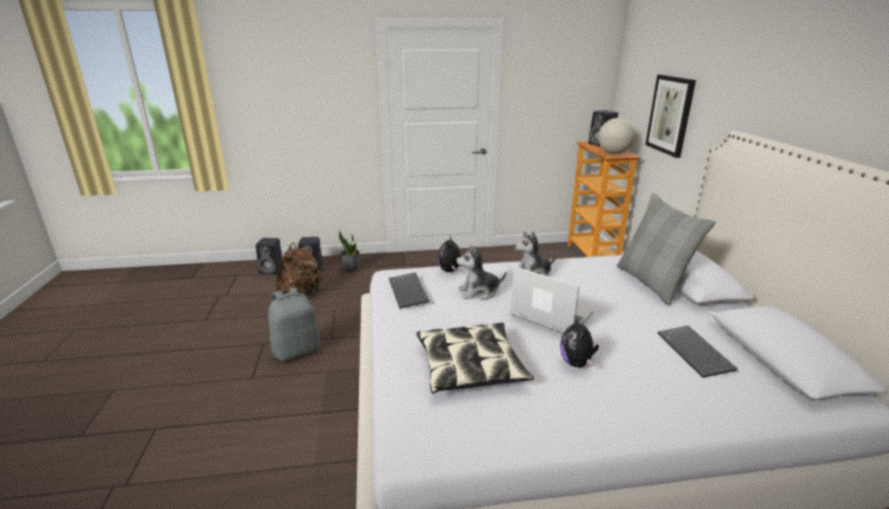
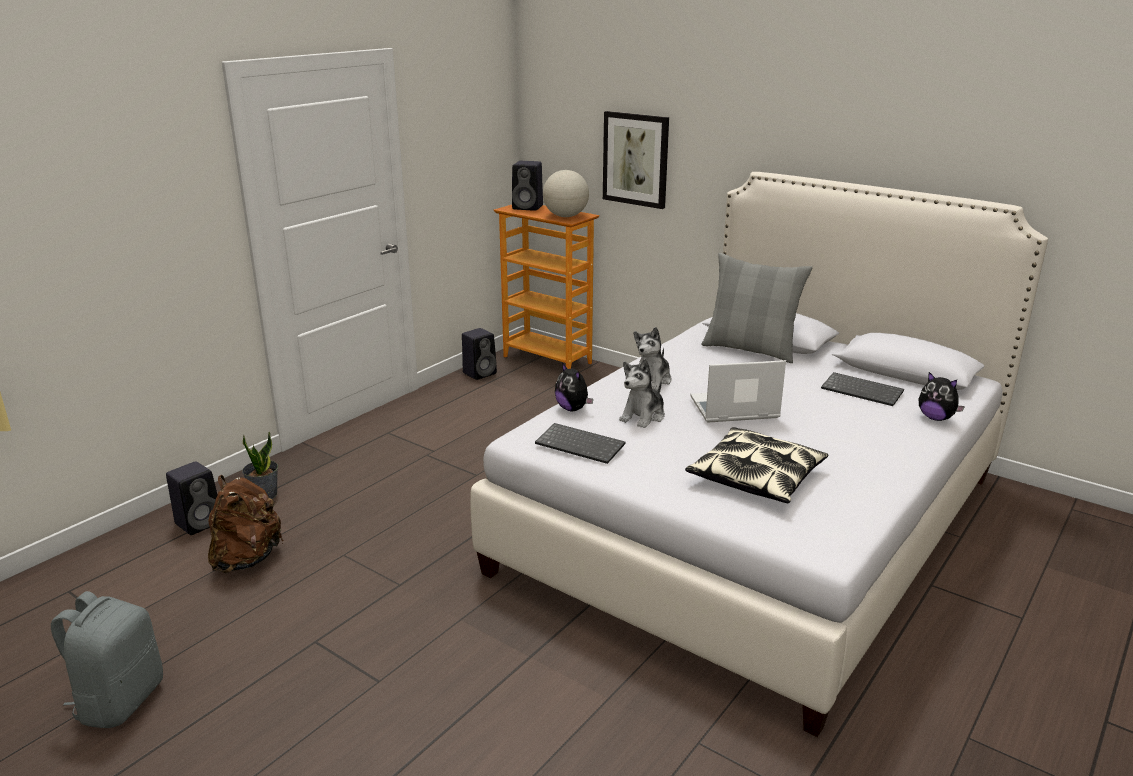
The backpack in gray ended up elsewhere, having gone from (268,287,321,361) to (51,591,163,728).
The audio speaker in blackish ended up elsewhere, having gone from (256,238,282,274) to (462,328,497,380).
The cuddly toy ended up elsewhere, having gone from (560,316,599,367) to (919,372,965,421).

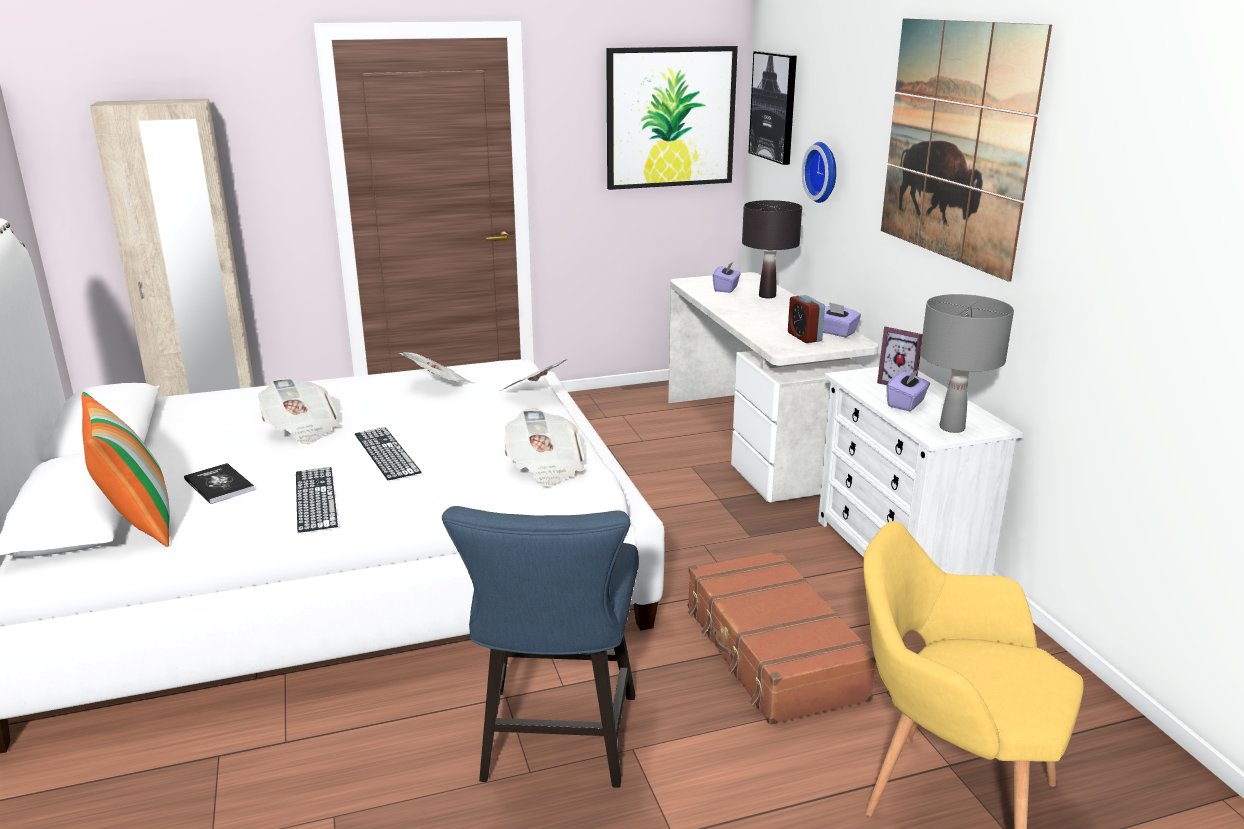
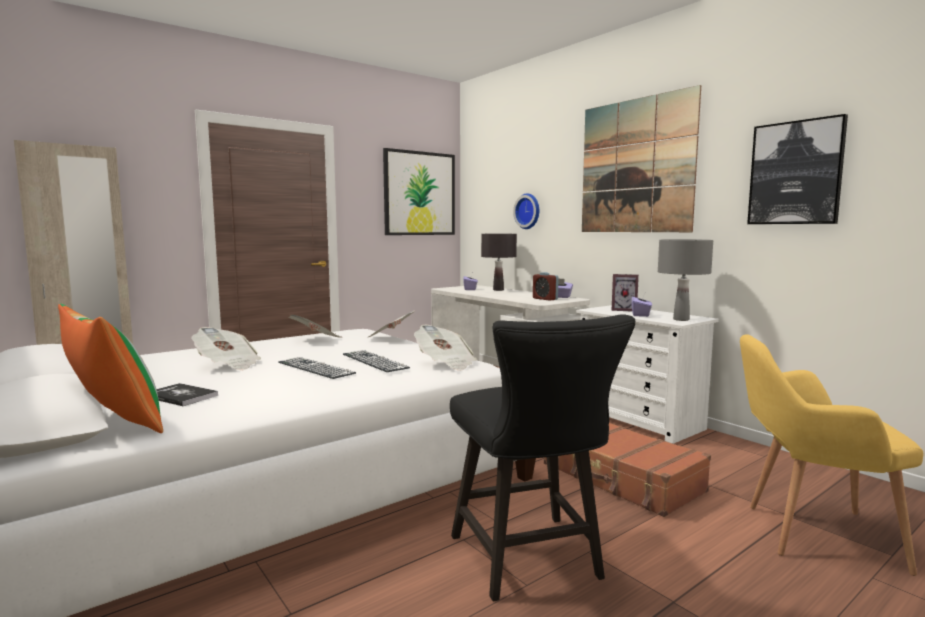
The computer keyboard ended up elsewhere, having gone from (296,467,338,533) to (343,350,410,372).
What was the chair in blue at (442,506,639,788) turned into the chair in blackish at (450,314,635,601).
The wall art ended up elsewhere, having gone from (749,51,797,165) to (747,114,848,224).

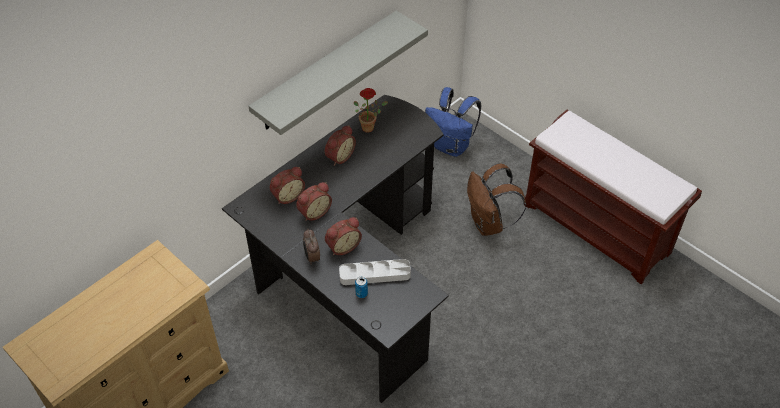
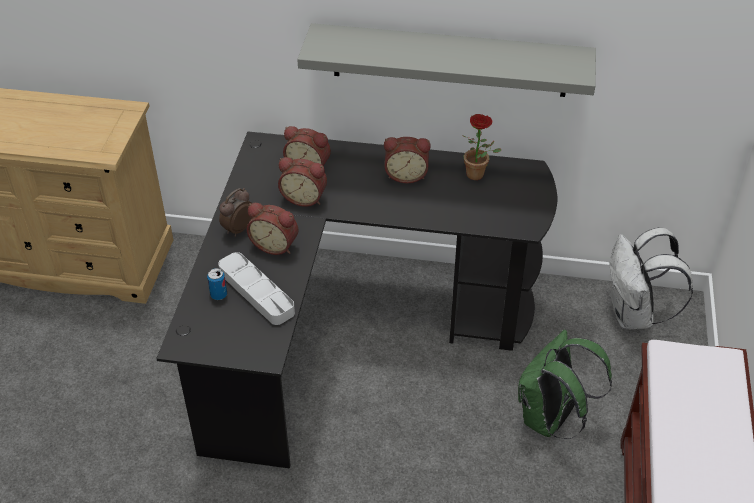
What was the backpack in brown-coloured at (467,163,526,236) turned into the backpack in green-coloured at (518,330,612,439).
What was the backpack in blue at (425,87,481,157) turned into the backpack in white at (610,228,693,329).

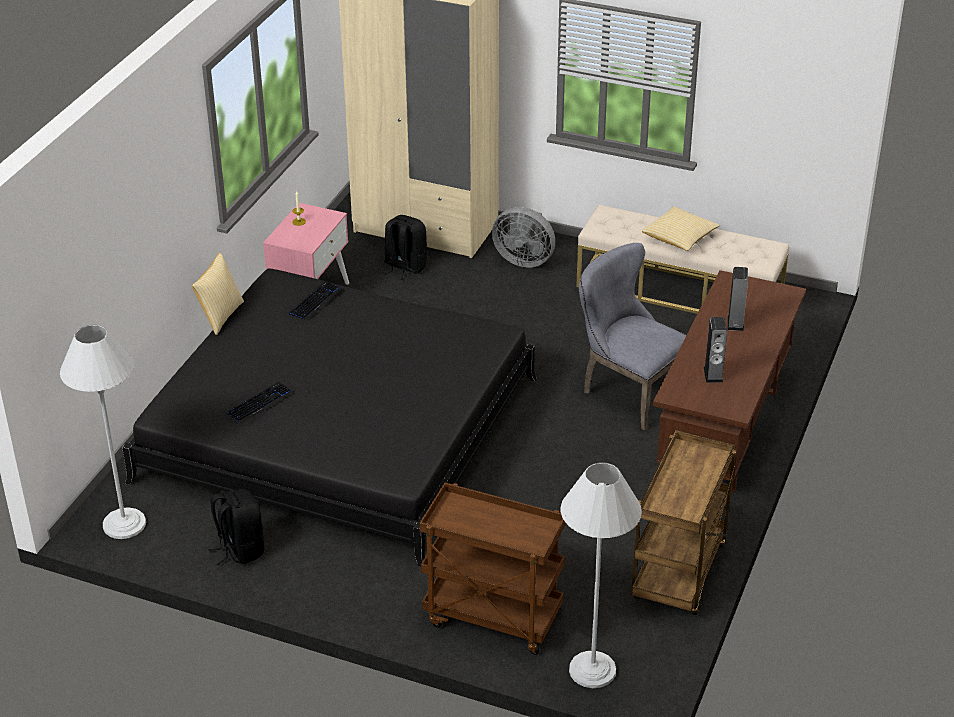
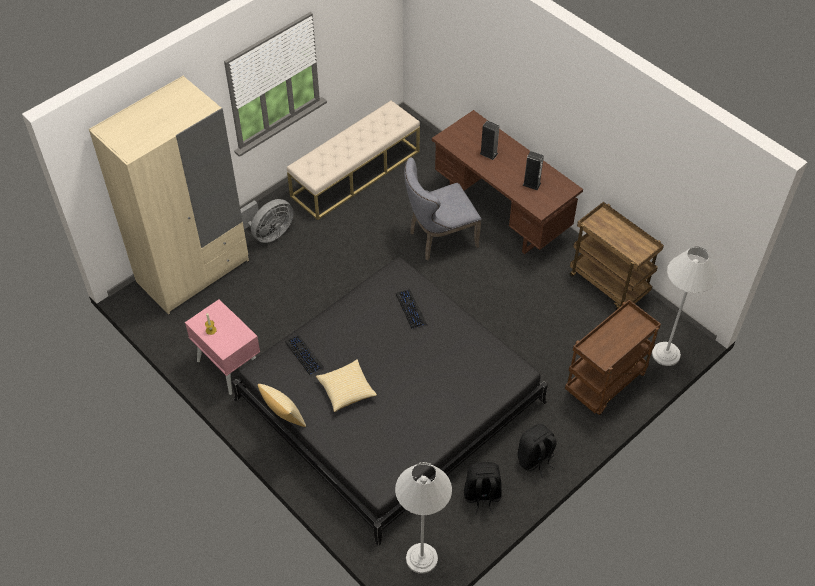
The cushion ended up elsewhere, having gone from (642,207,720,251) to (316,359,377,412).
The computer keyboard ended up elsewhere, having gone from (226,382,293,424) to (396,289,427,329).
The backpack in blackish ended up elsewhere, having gone from (384,215,428,280) to (517,424,557,478).

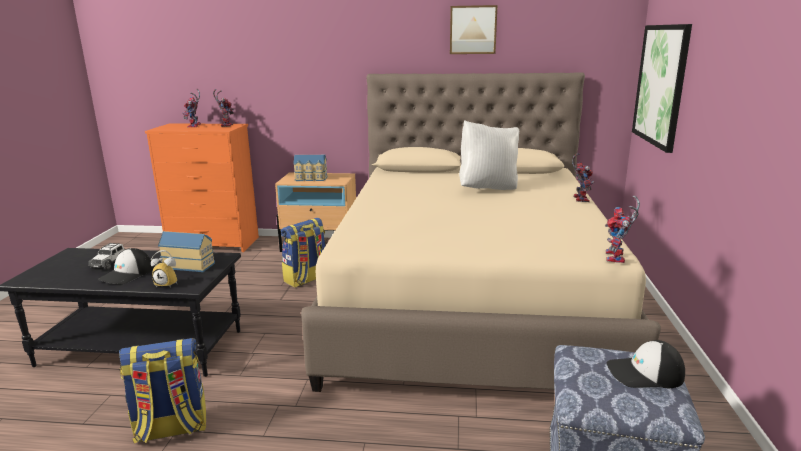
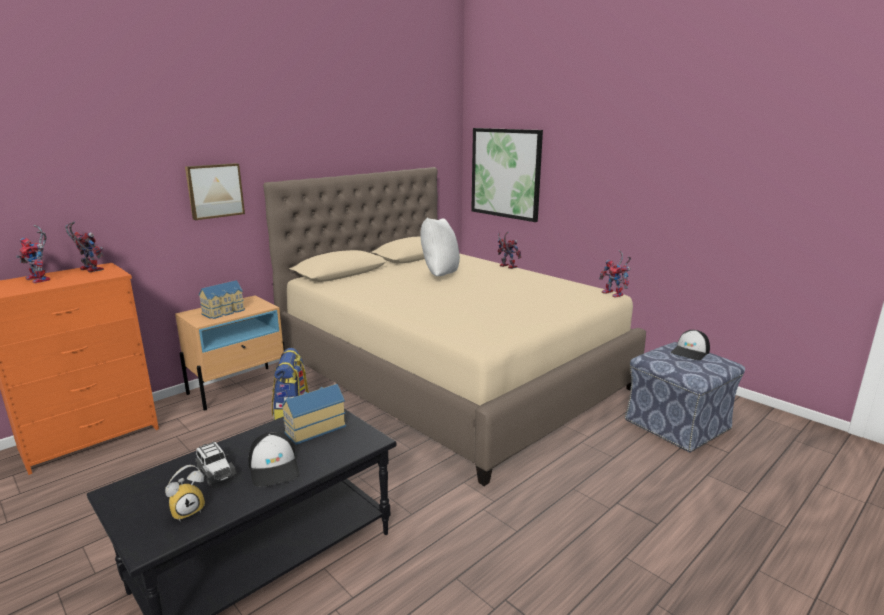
The alarm clock ended up elsewhere, having gone from (151,250,177,288) to (165,465,205,522).
The wall art ended up elsewhere, having gone from (450,5,497,54) to (185,163,245,220).
The second view lost the backpack at (119,338,206,444).

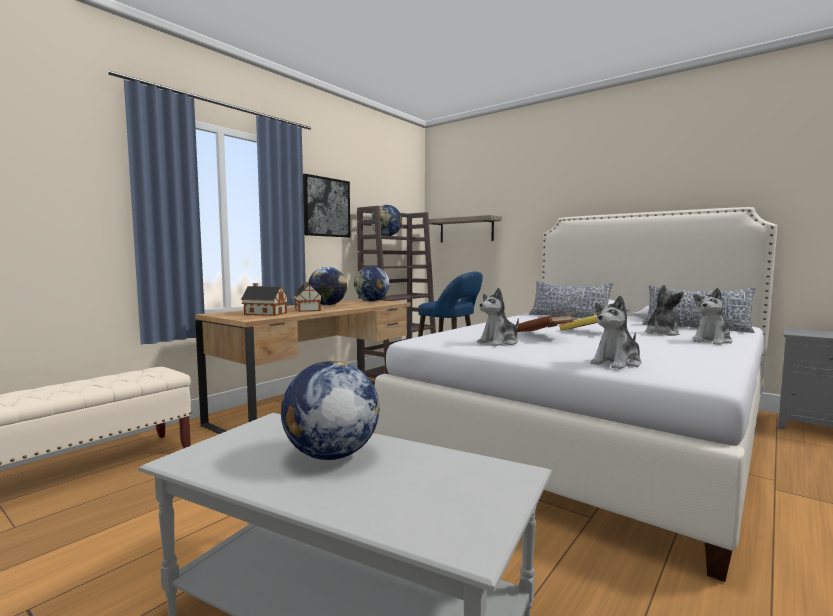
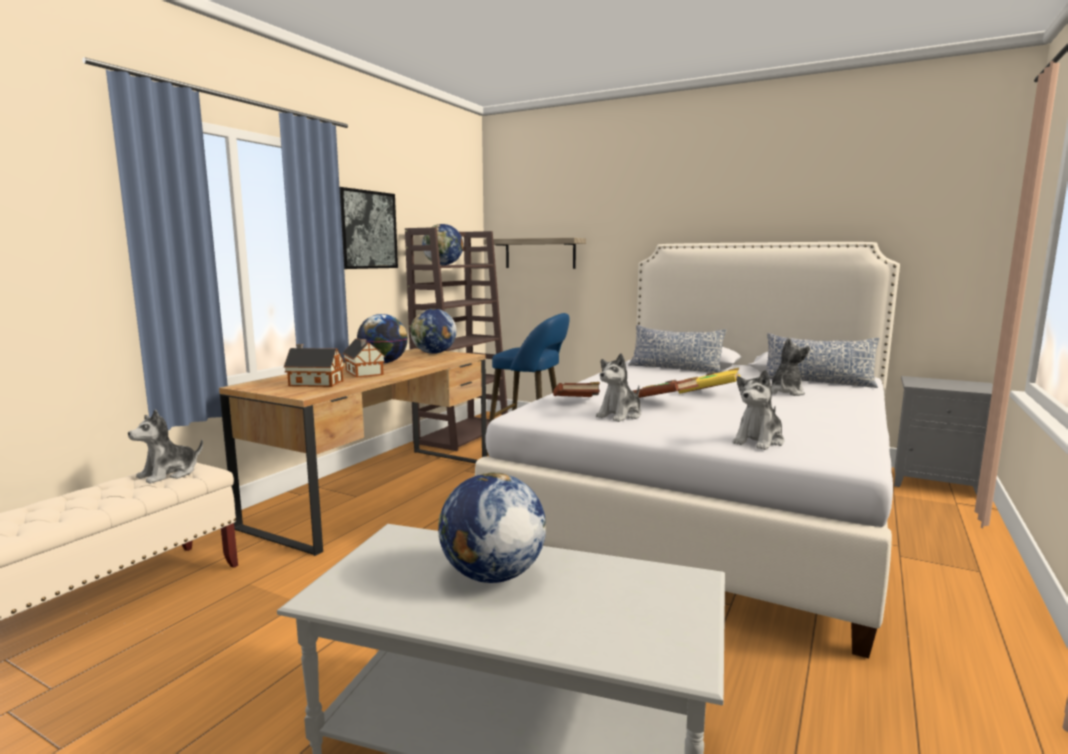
The cuddly toy ended up elsewhere, having gone from (693,288,733,345) to (128,409,203,484).
The second view gained the volume in brown-coloured at (553,382,600,397).

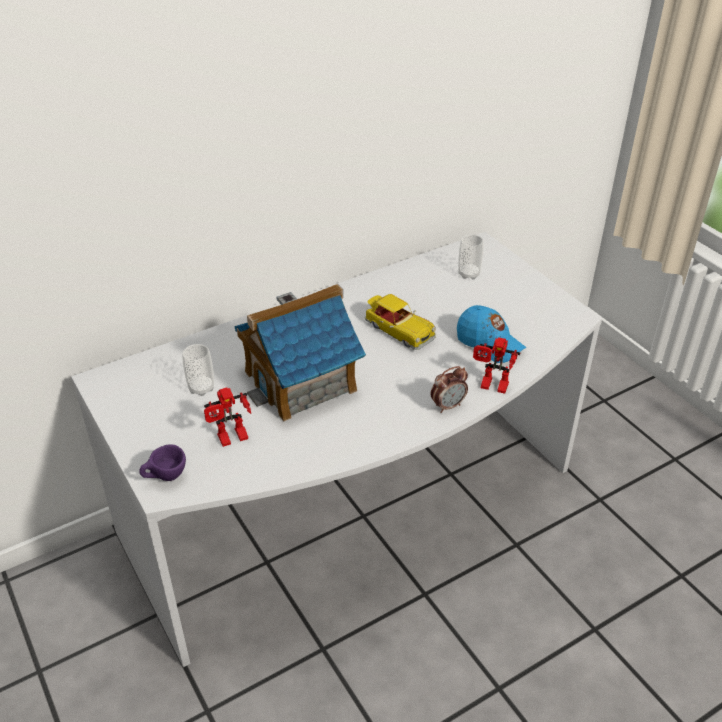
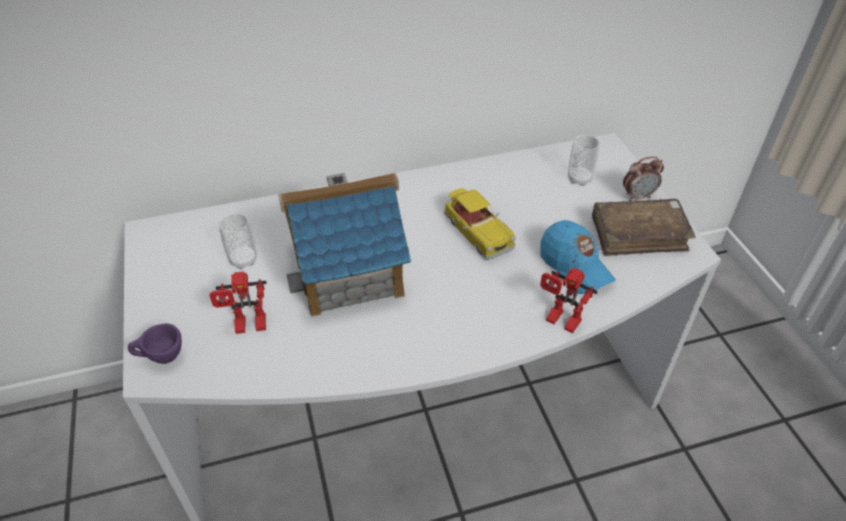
The second view gained the volume in brown-coloured at (592,199,696,256).
The alarm clock ended up elsewhere, having gone from (431,366,468,413) to (623,157,664,201).

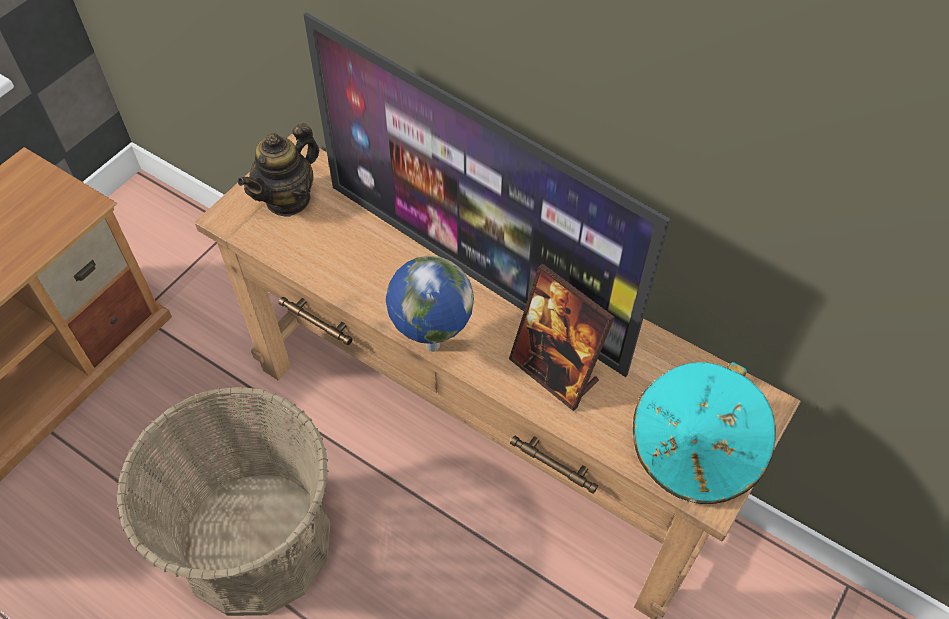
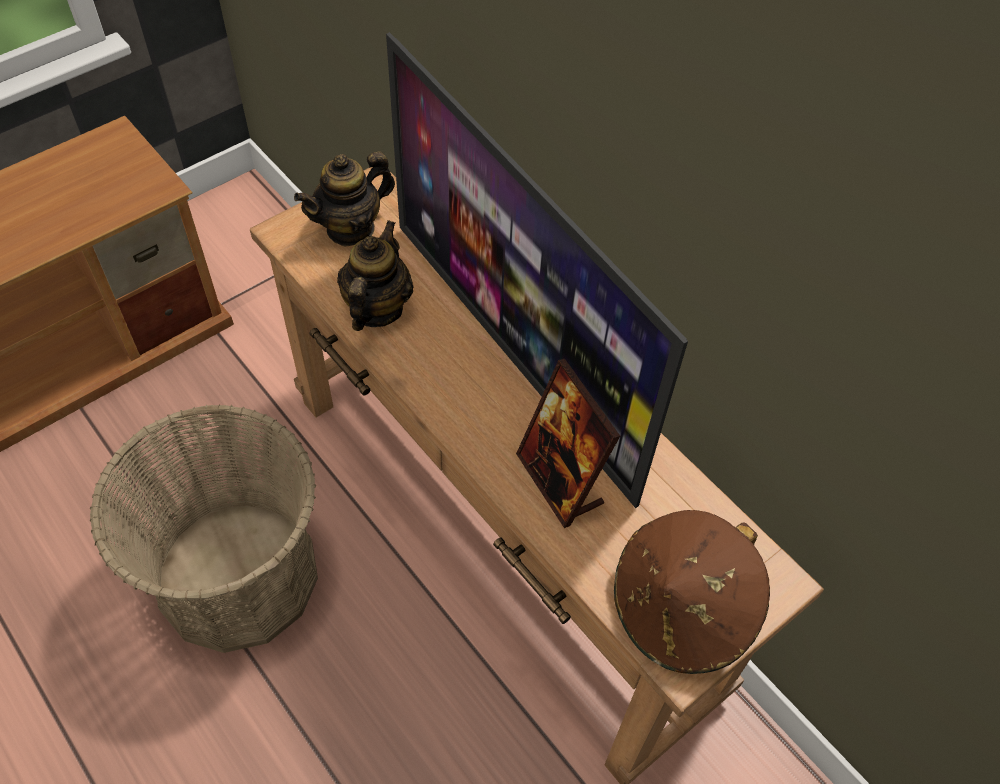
The second view gained the tea pot at (337,220,414,331).
What was the wearable hat in turquoise at (633,362,776,504) turned into the wearable hat in brown-coloured at (614,510,770,674).
The second view lost the world globe at (386,256,474,352).

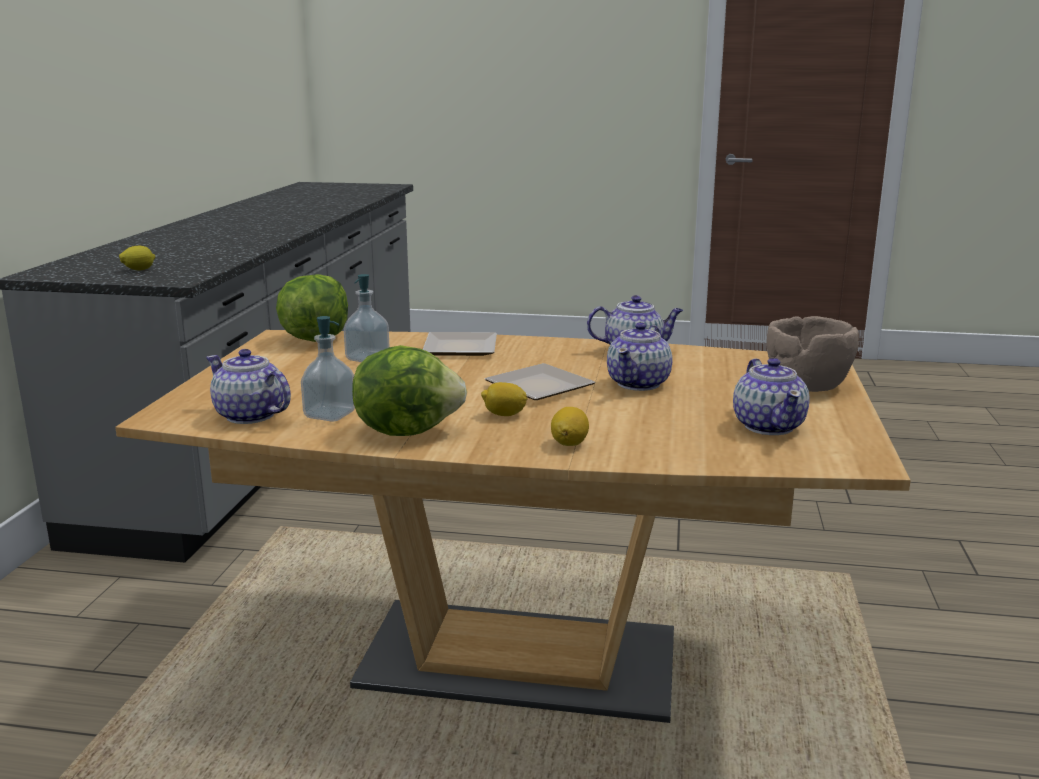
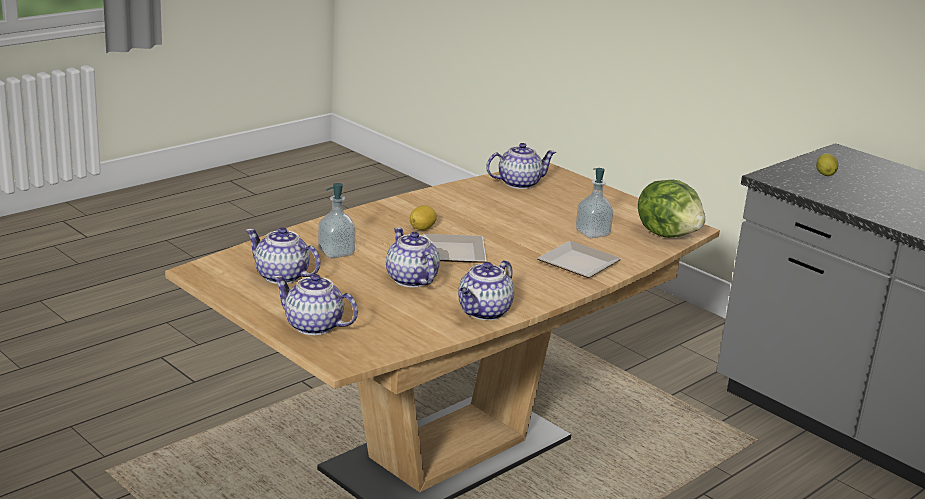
Where the bowl in brown-coloured stood at (767,316,859,392), the tea pot came to stand at (273,274,358,335).
The soap dispenser ended up elsewhere, having gone from (301,316,355,422) to (318,183,355,259).
The second view lost the lettuce head at (352,345,467,436).
The second view lost the whole lemon at (551,407,589,446).

